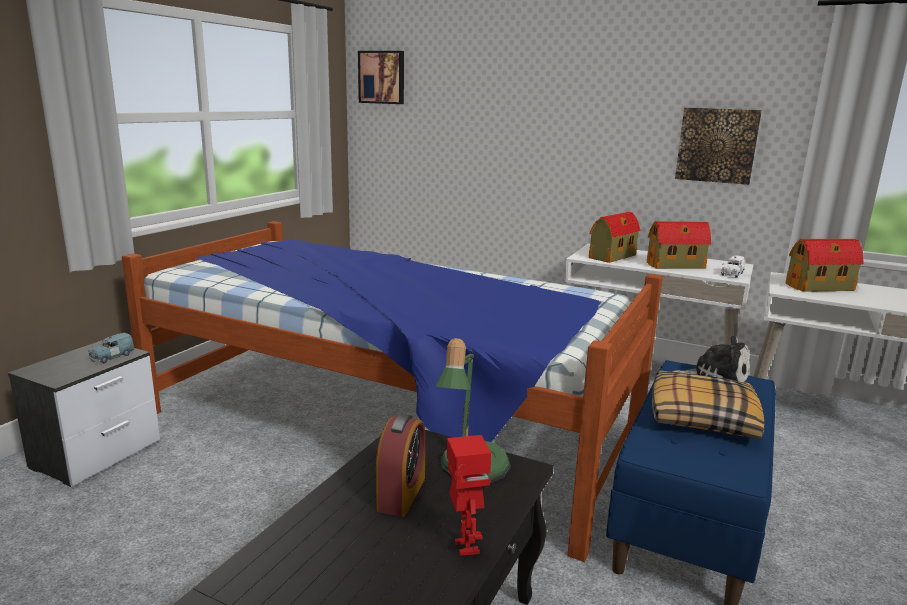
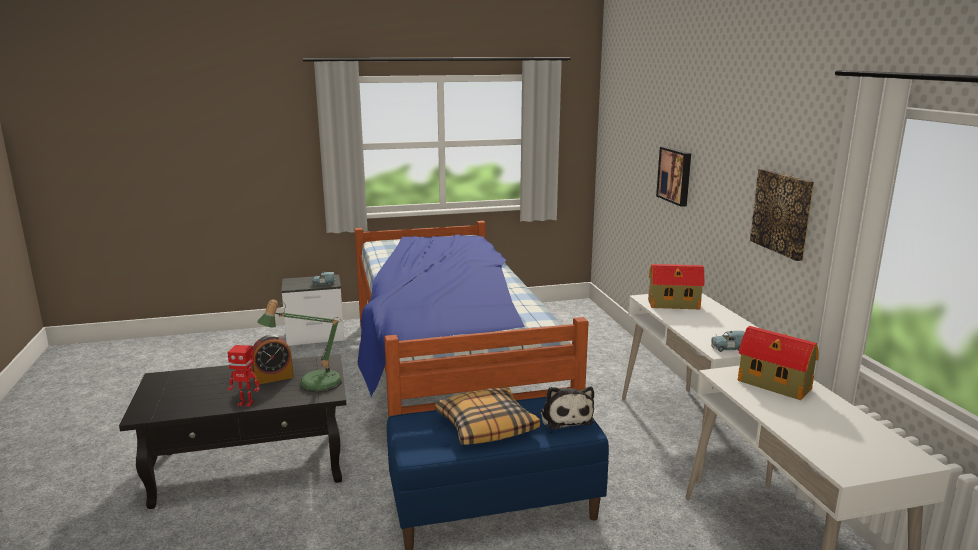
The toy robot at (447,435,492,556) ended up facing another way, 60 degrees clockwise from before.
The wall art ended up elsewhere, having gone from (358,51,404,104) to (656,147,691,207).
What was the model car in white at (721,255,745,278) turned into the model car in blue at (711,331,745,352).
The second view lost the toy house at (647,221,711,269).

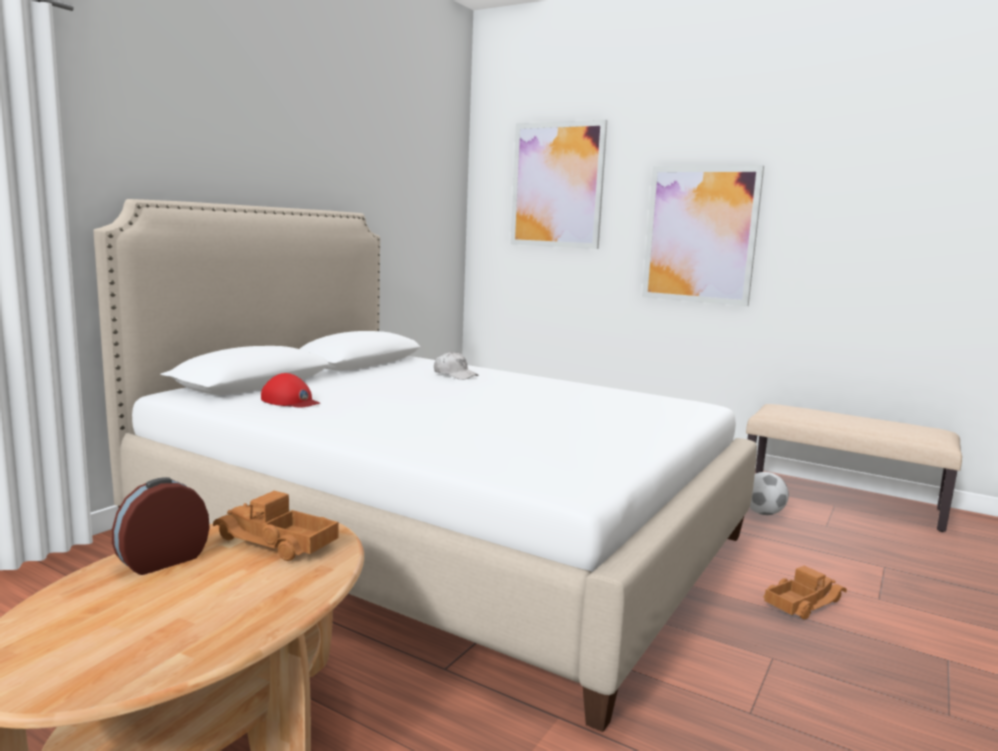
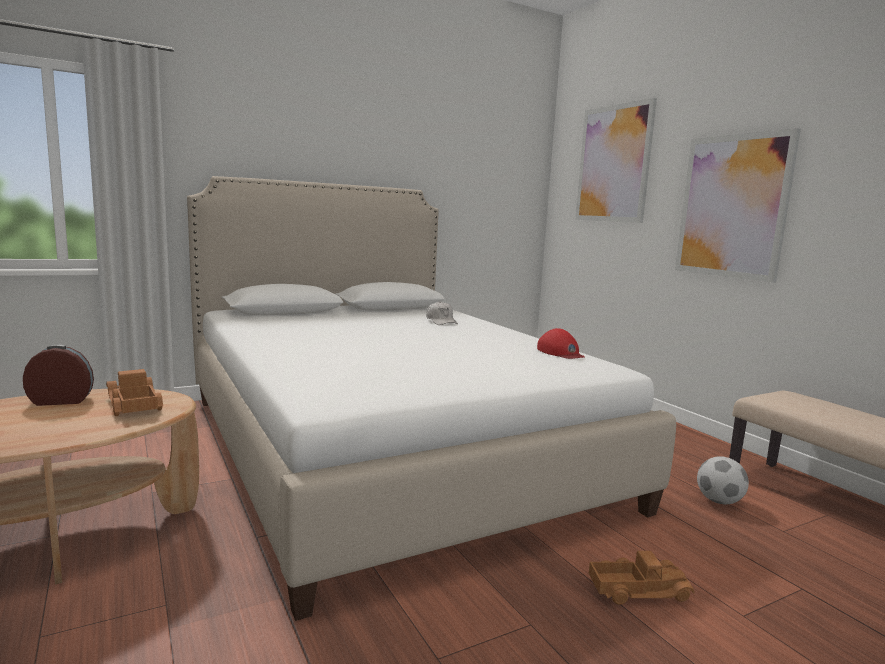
The cap in red-coloured ended up elsewhere, having gone from (261,373,320,408) to (537,328,585,359).

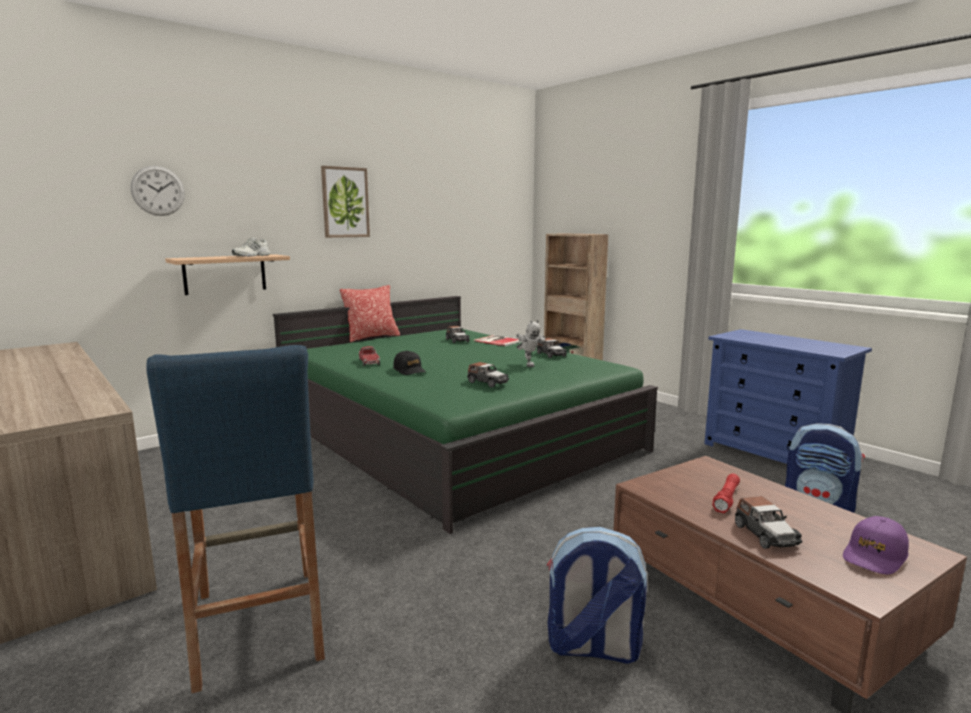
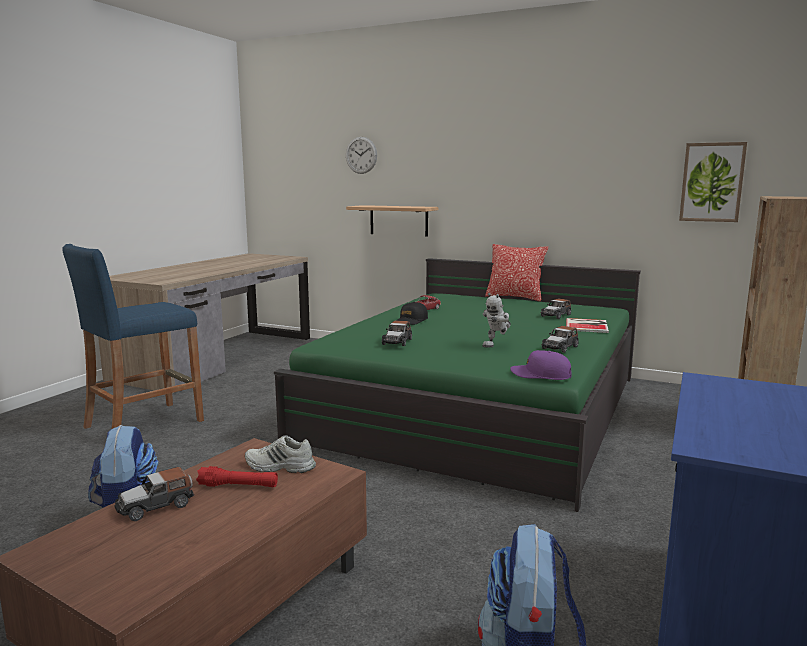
The low shoe in white ended up elsewhere, having gone from (232,238,271,257) to (245,435,316,473).
The cap in purple ended up elsewhere, having gone from (843,516,909,575) to (510,350,572,380).
The wall art ended up elsewhere, having gone from (321,166,370,238) to (679,142,747,222).

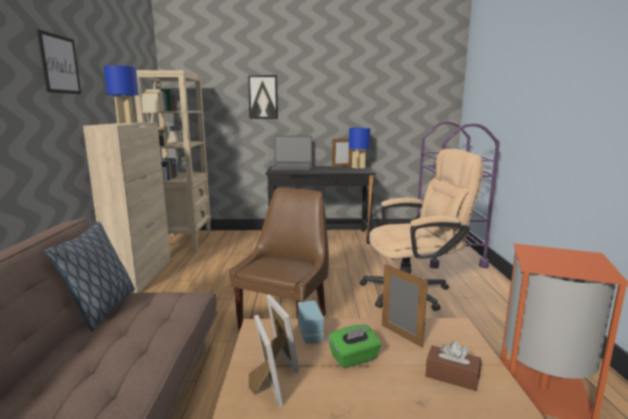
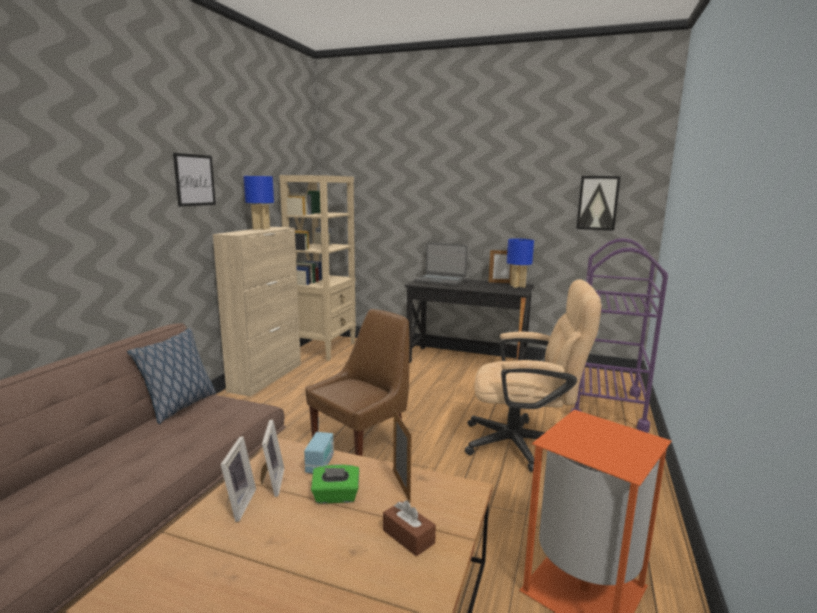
The wall art ended up elsewhere, having gone from (248,75,278,119) to (576,176,621,231).

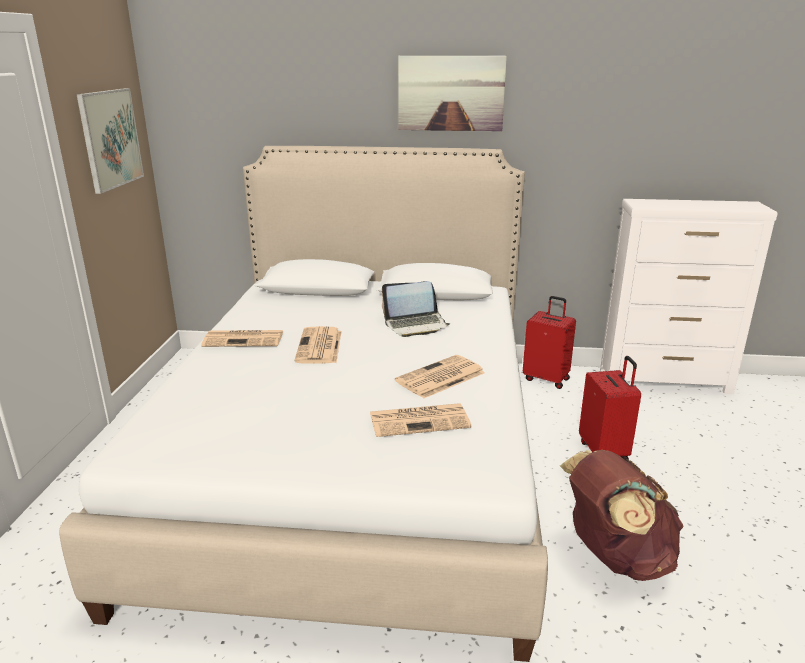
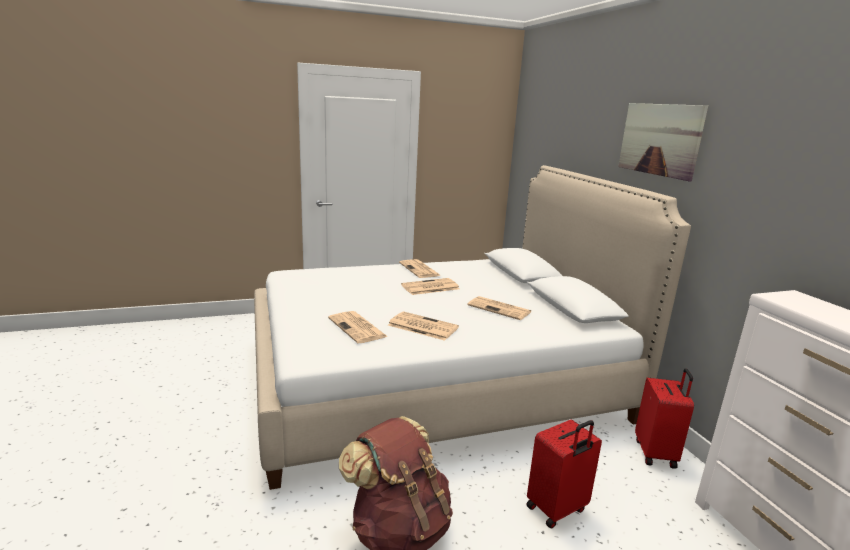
Where the portable computer stood at (382,281,450,337), the daily paper came to stand at (467,296,531,320).
The second view lost the wall art at (77,88,144,194).

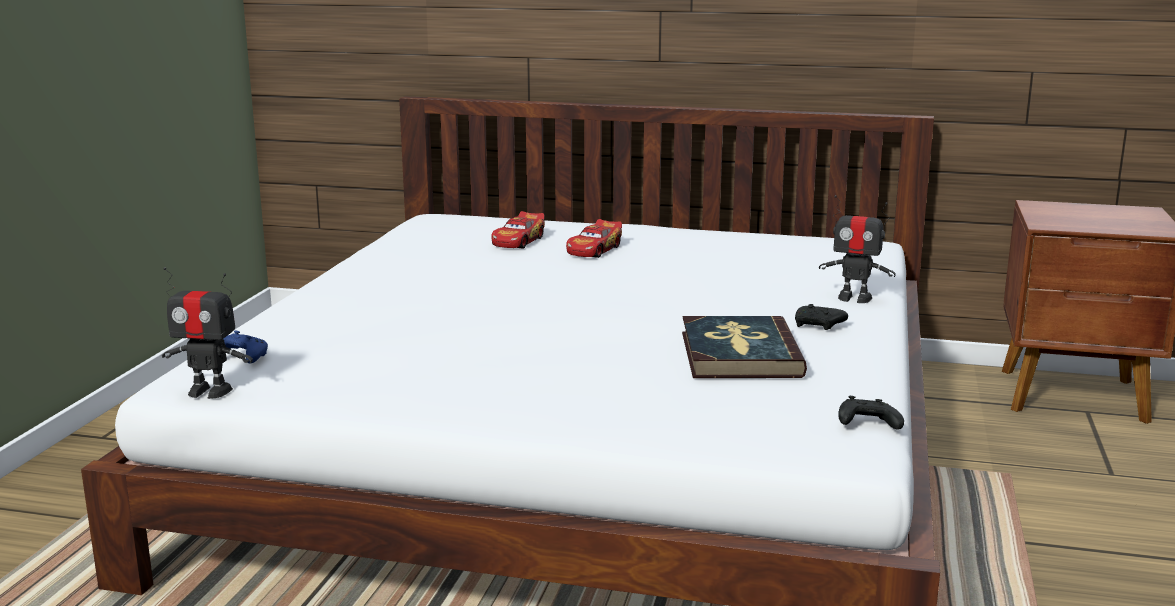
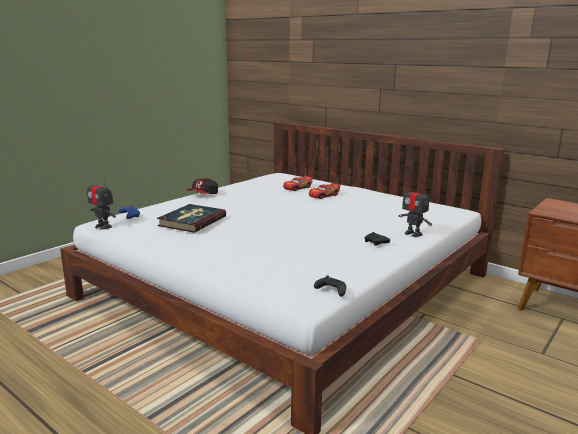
The volume ended up elsewhere, having gone from (682,316,807,378) to (157,204,226,233).
The second view gained the cap at (186,178,218,194).

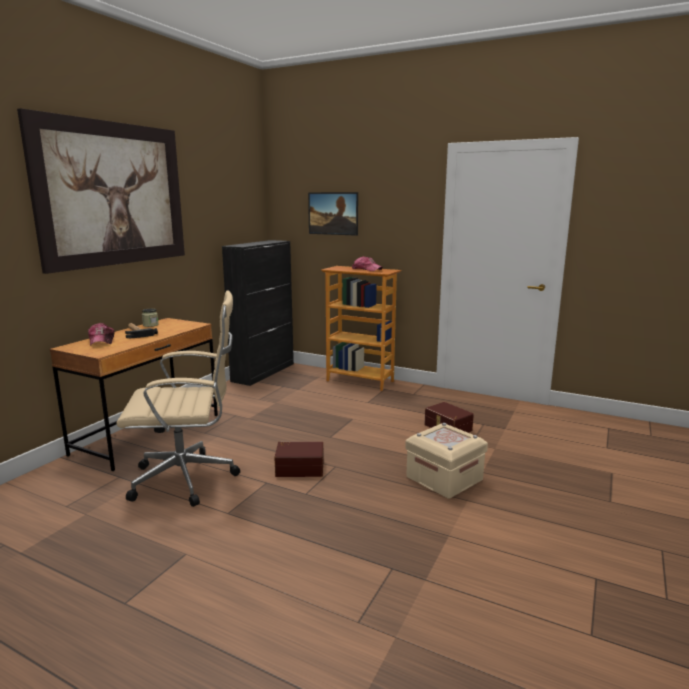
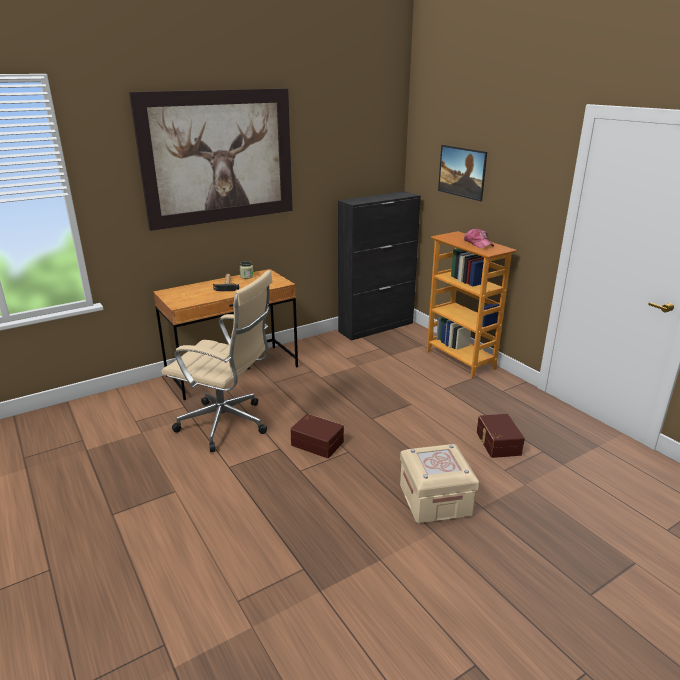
The second view lost the cap at (88,323,115,345).

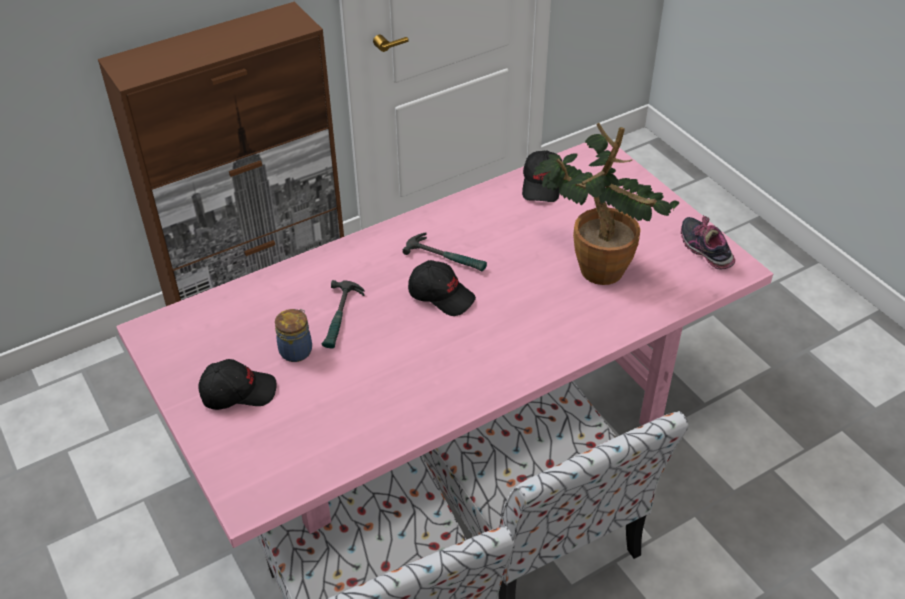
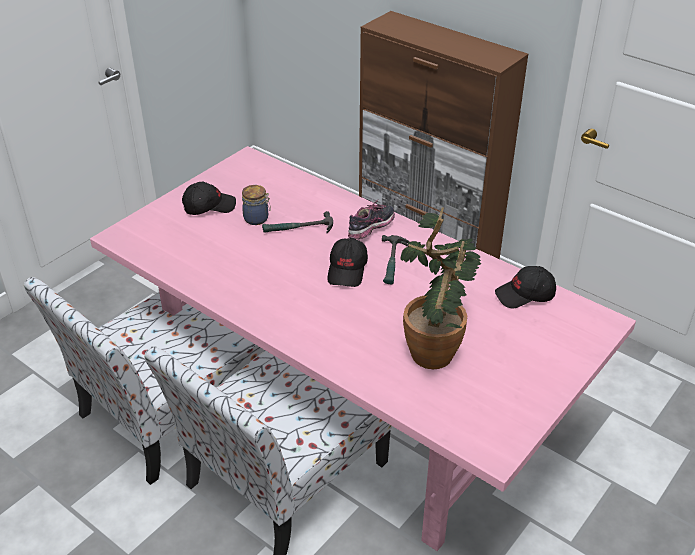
The cap in blackish at (198,359,277,410) ended up facing another way, 75 degrees counterclockwise from before.
The low shoe ended up elsewhere, having gone from (681,215,735,270) to (348,200,395,240).

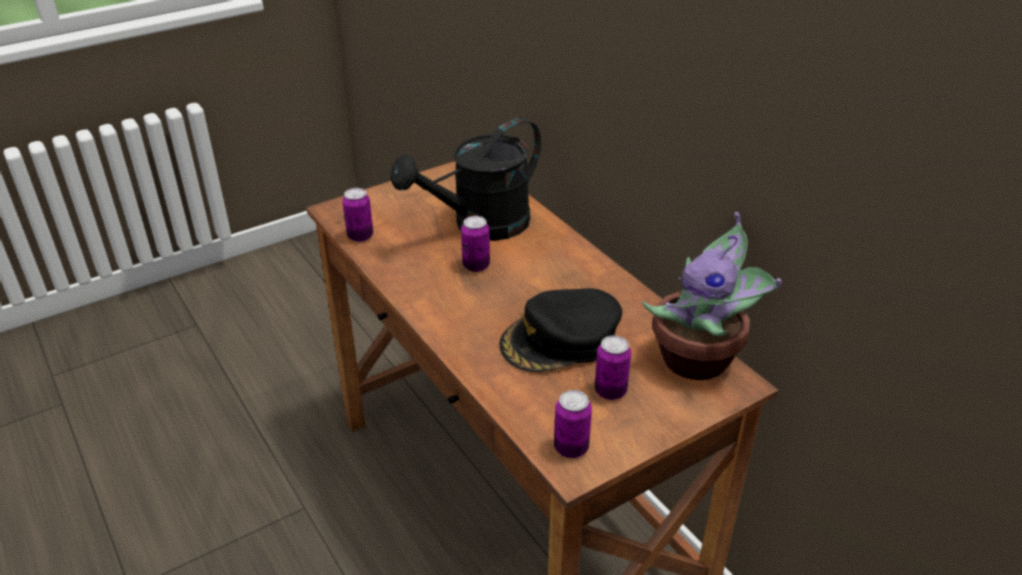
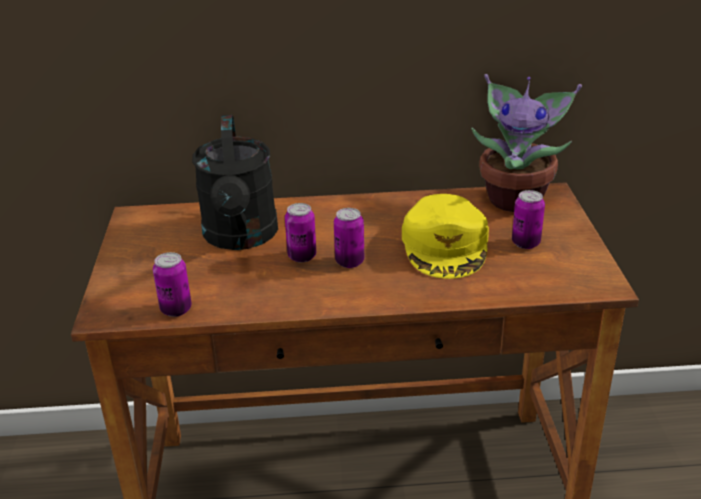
The sealed can ended up elsewhere, having gone from (554,390,592,458) to (334,208,364,268).
What was the cap in blackish at (499,288,622,372) turned into the cap in yellow-coloured at (402,194,489,279).

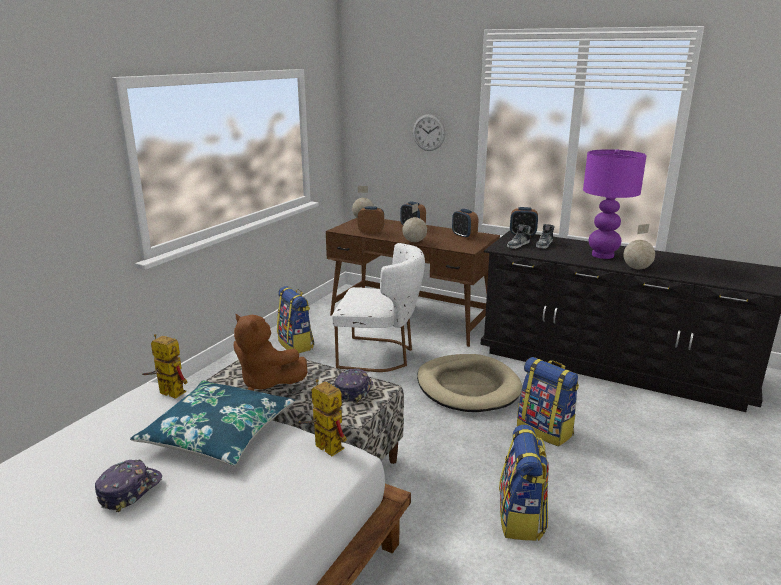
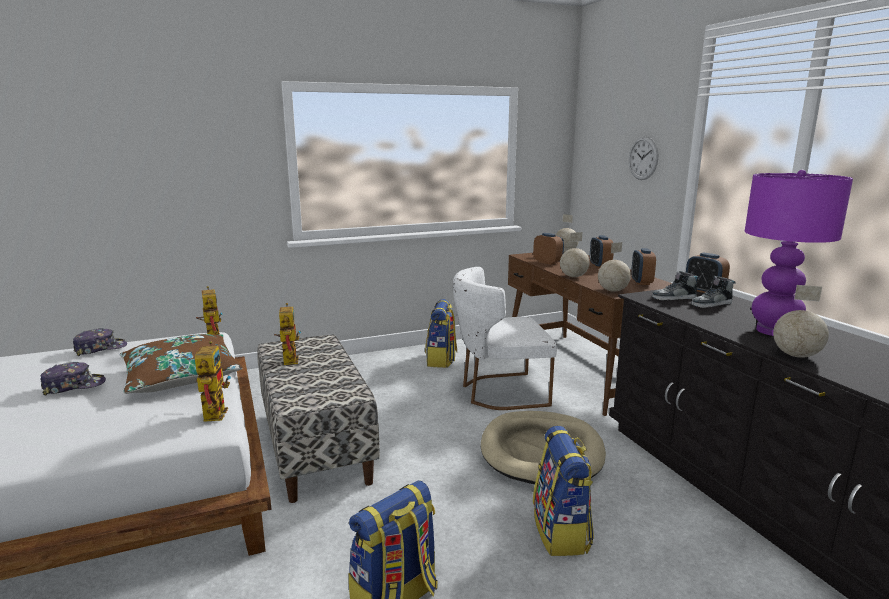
The cap ended up elsewhere, having gone from (334,369,373,403) to (73,328,127,356).
What was the cushion in blue at (130,381,295,466) turned into the cushion in brown-coloured at (120,334,243,394).
Where the cuddly toy in brown-coloured stood at (234,314,307,391), the toy robot came to stand at (274,303,301,365).
The chair in white at (332,243,425,372) ended up facing another way, 120 degrees clockwise from before.
The second view gained the world globe at (598,242,631,292).

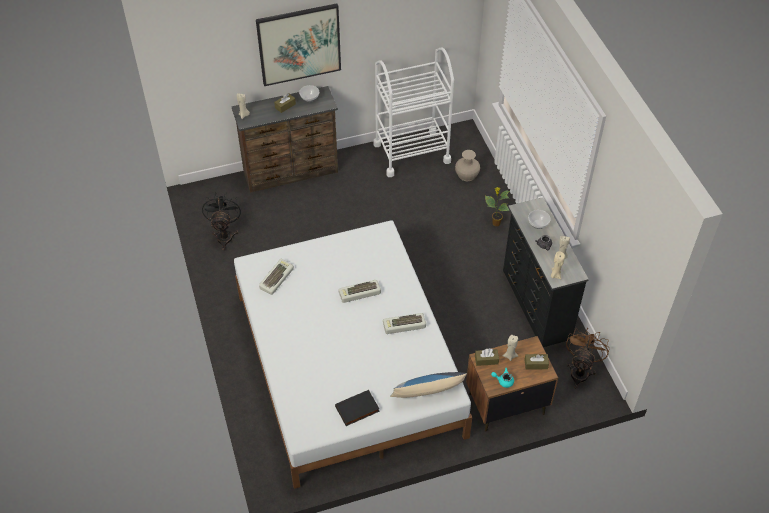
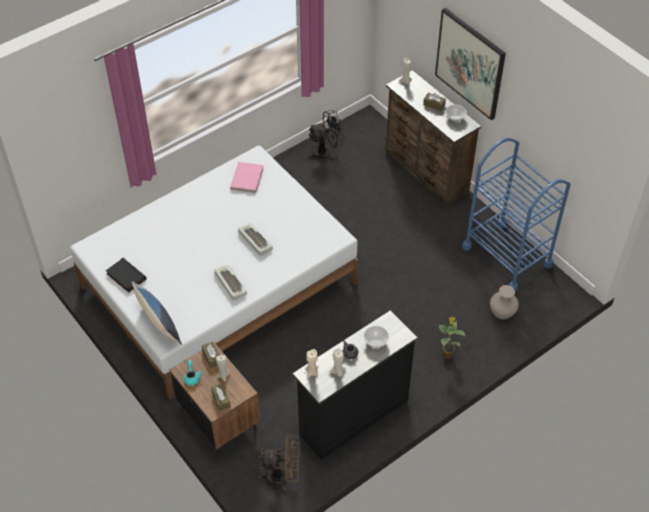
Where the computer keyboard stood at (259,259,294,295), the volume in pink came to stand at (230,162,264,193).
What was the trolley in white at (373,48,454,177) turned into the trolley in blue at (462,137,571,292).

